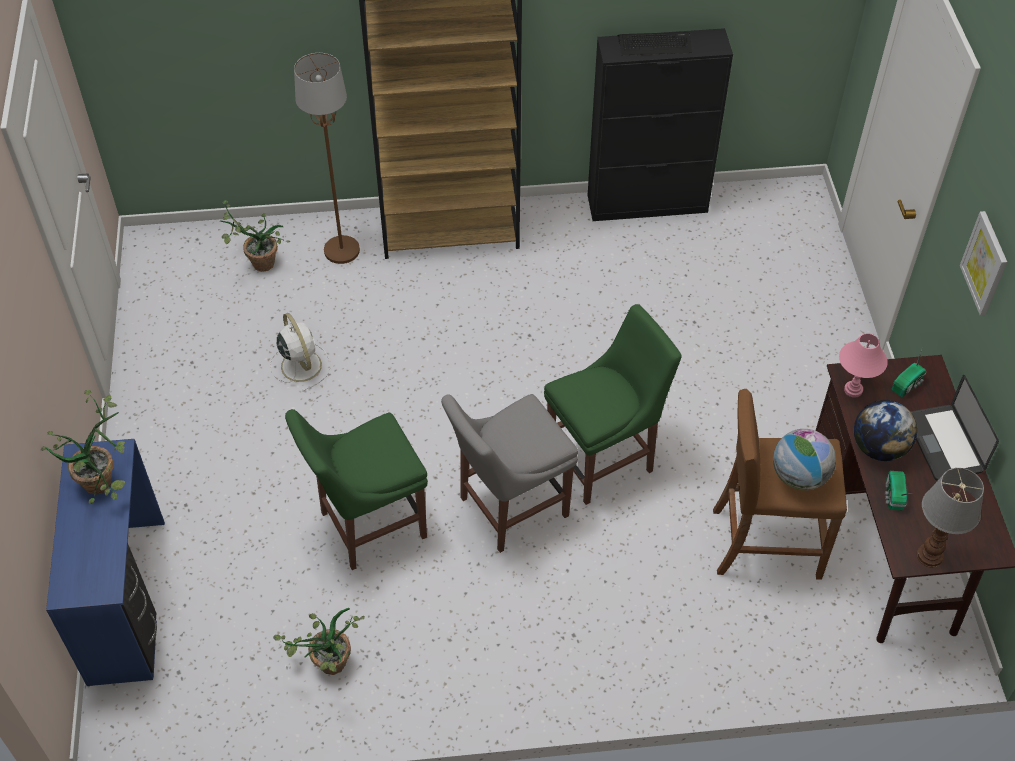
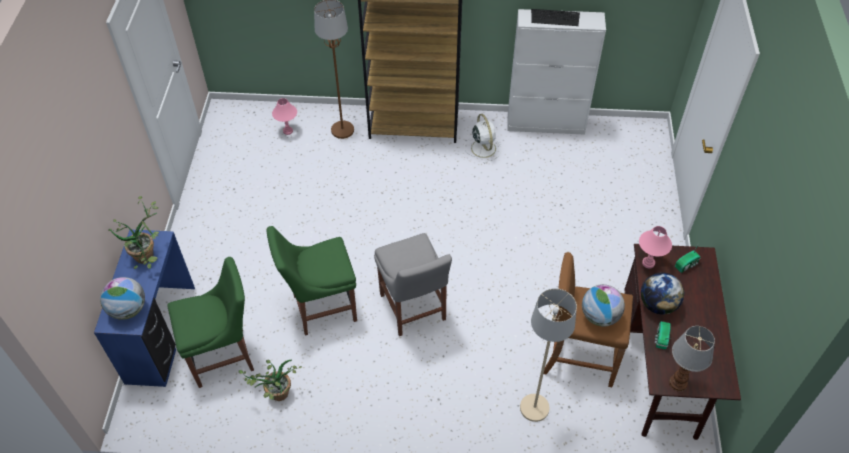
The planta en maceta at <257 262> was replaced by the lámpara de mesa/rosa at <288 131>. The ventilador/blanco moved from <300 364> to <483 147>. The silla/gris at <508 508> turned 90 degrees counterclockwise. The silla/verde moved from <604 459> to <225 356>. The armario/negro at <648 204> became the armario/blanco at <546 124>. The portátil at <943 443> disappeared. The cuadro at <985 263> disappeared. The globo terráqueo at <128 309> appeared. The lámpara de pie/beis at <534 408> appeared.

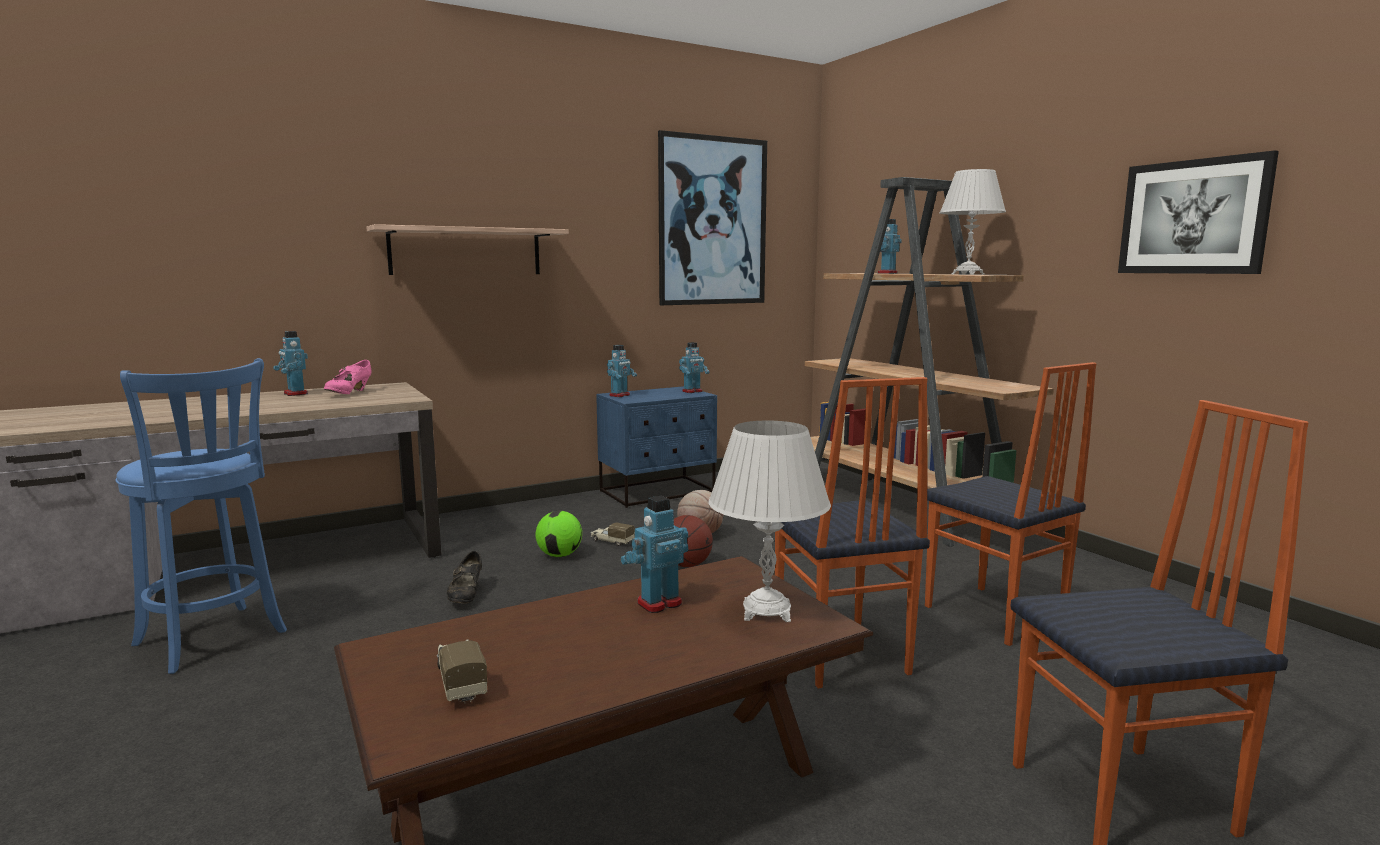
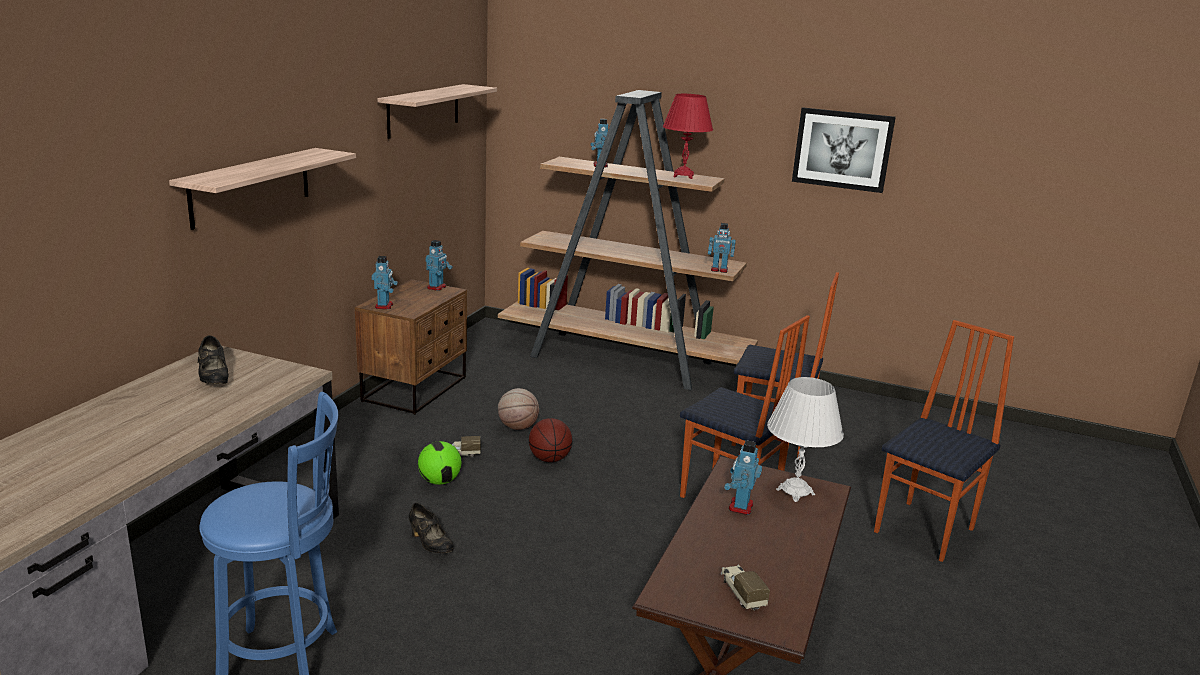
The robot de juguete moved from <295 394> to <719 270>. The zapato/rosa at <349 393> became the zapato/negro at <214 379>. The camión de juguete at <461 681> turned 45 degrees clockwise. The mesita de noche/azul at <658 492> became the mesita de noche/marrón at <416 389>. The cuadro at <712 221> was replaced by the estante at <423 110>. The lámpara de mesa/blanco at <968 274> became the lámpara de mesa/rojo at <683 176>.

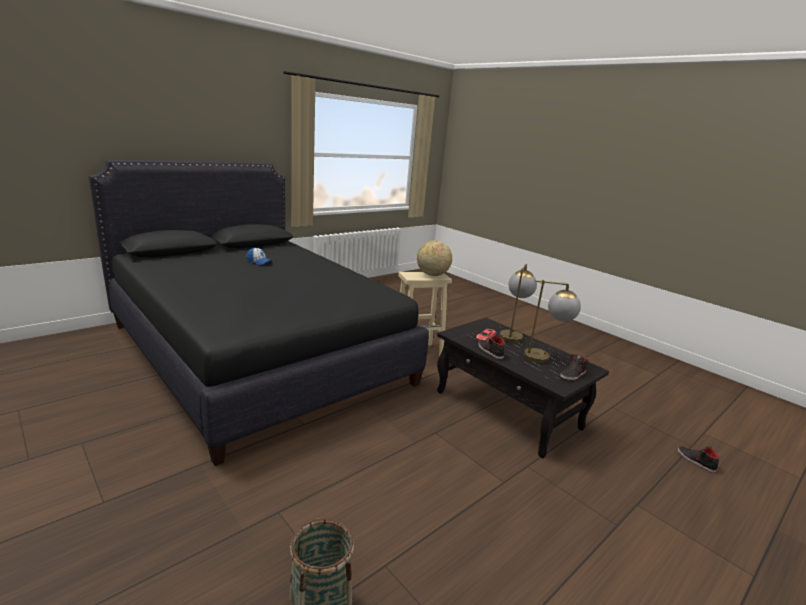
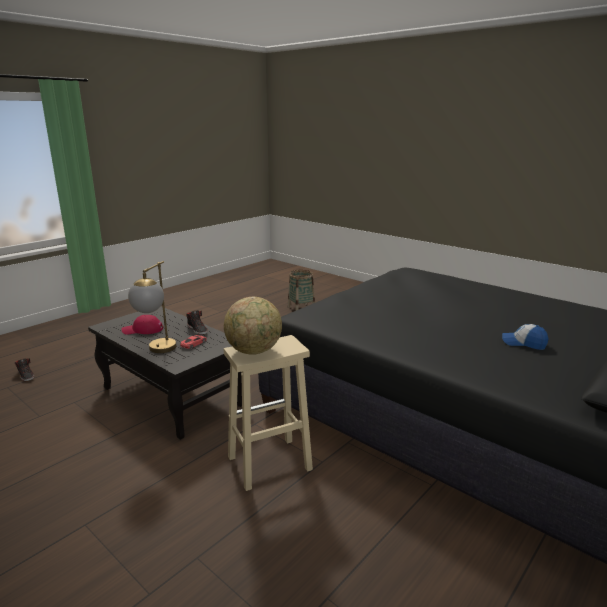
The lámpara de mesa at <545 358> was replaced by the gorra/rojo at <142 330>. The zapato/negro at <573 375> disappeared.

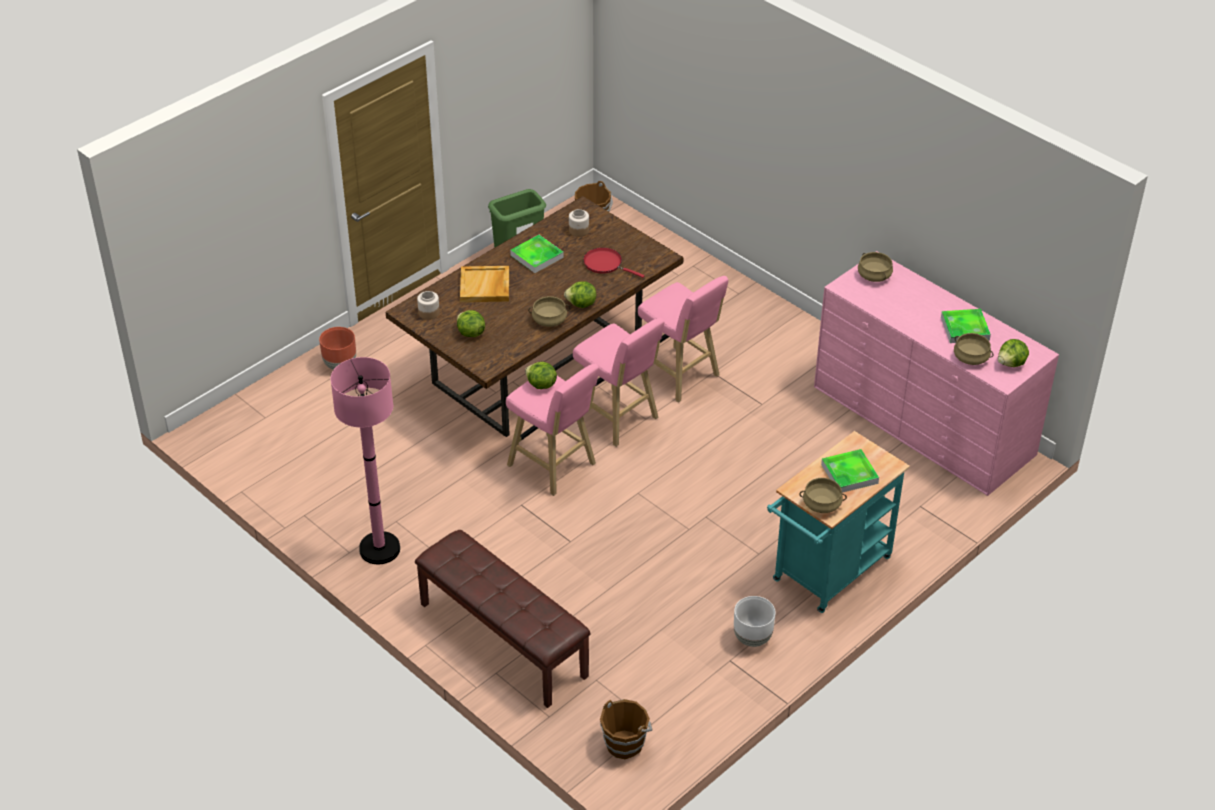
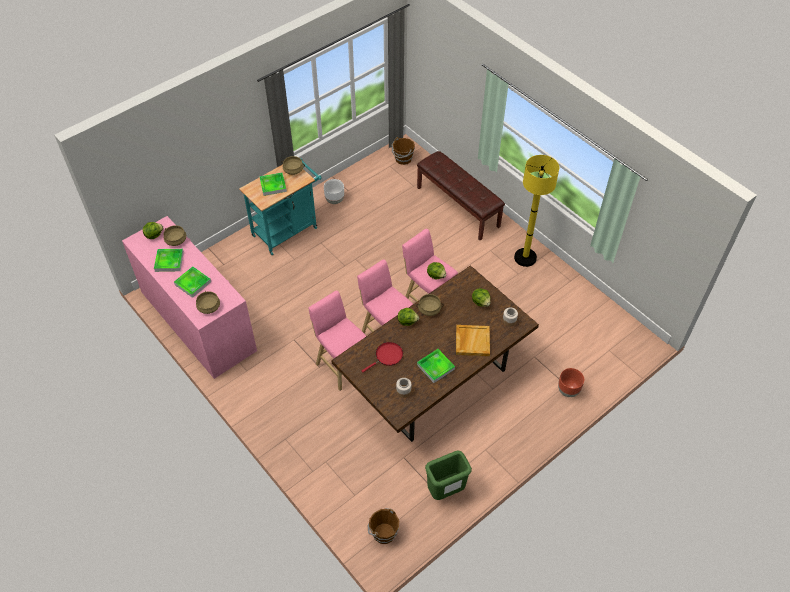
The lámpara de pie/rosa at <379 549> became the lámpara de pie/amarillo at <525 258>. The sartén/rojo at <605 264> turned 75 degrees counterclockwise. The bandeja at <193 283> appeared.

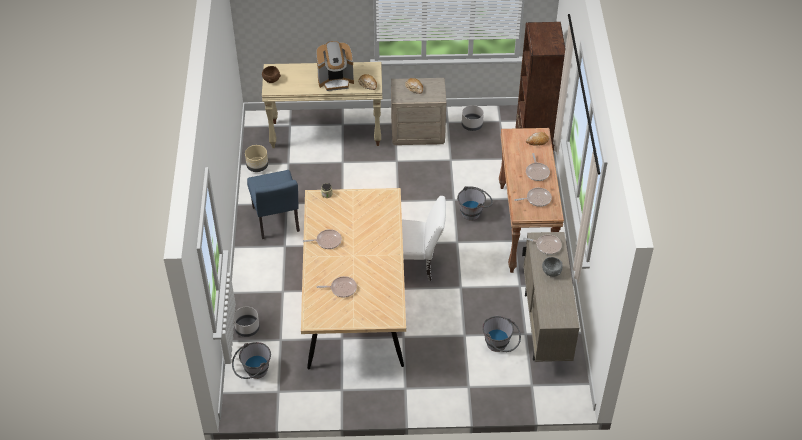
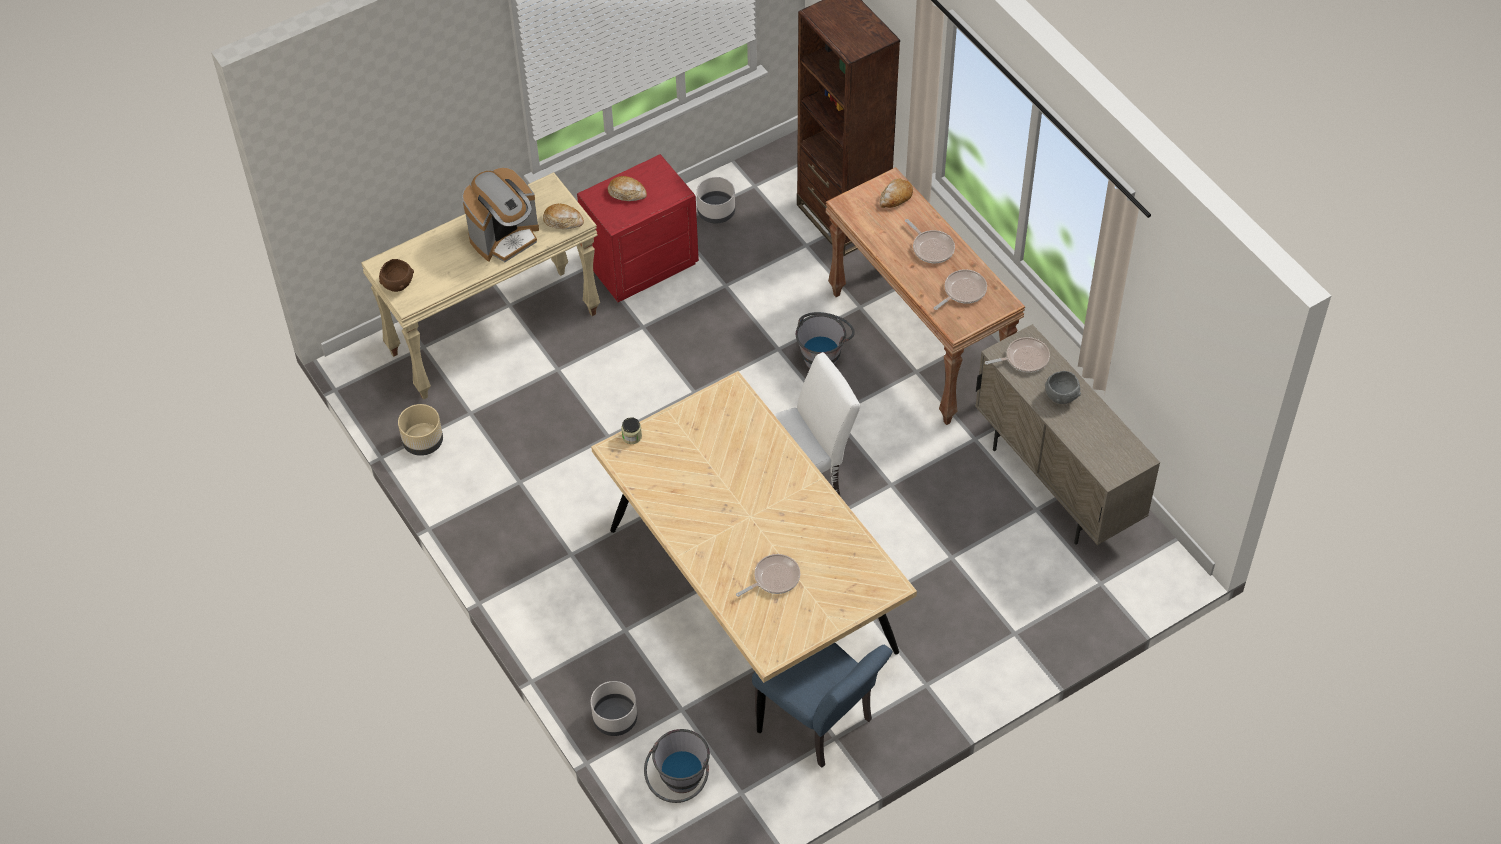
The silla/azul moved from <277 222> to <820 723>. The sartén at <327 241> disappeared. The mesita de noche/beis at <417 132> became the mesita de noche/rojo at <640 263>. The cubo/gris at <500 346> disappeared.

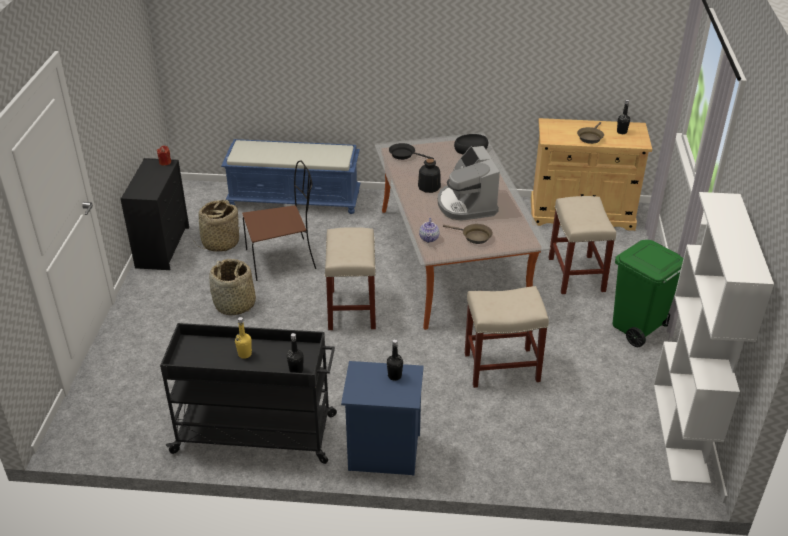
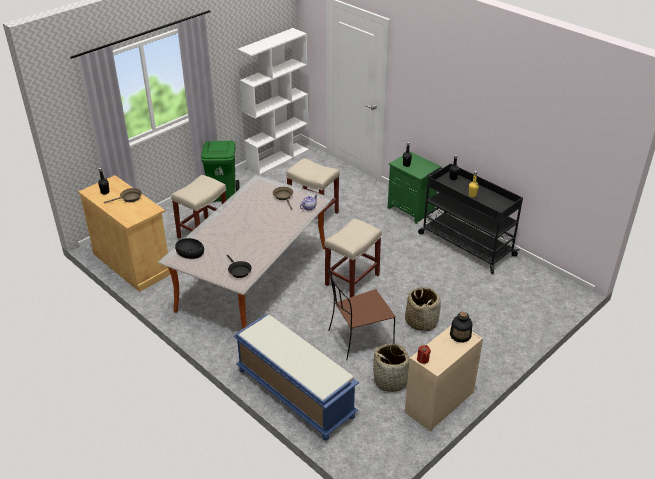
The cómoda/negro at <163 246> became the cómoda/beis at <439 403>. The silla/marrón at <282 259> turned 45 degrees counterclockwise. The mesita de noche/azul at <382 453> became the mesita de noche/verde at <412 209>. The botella moved from <429 187> to <460 335>. The cafetera at <466 204> disappeared.

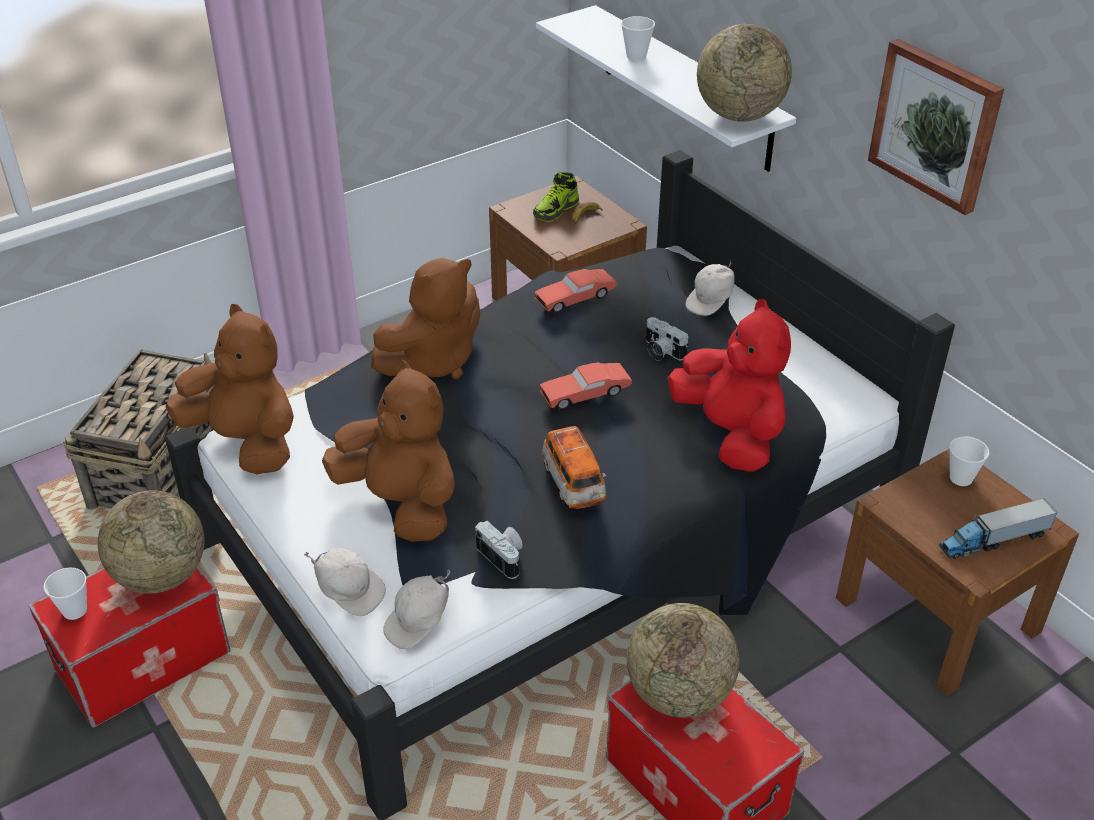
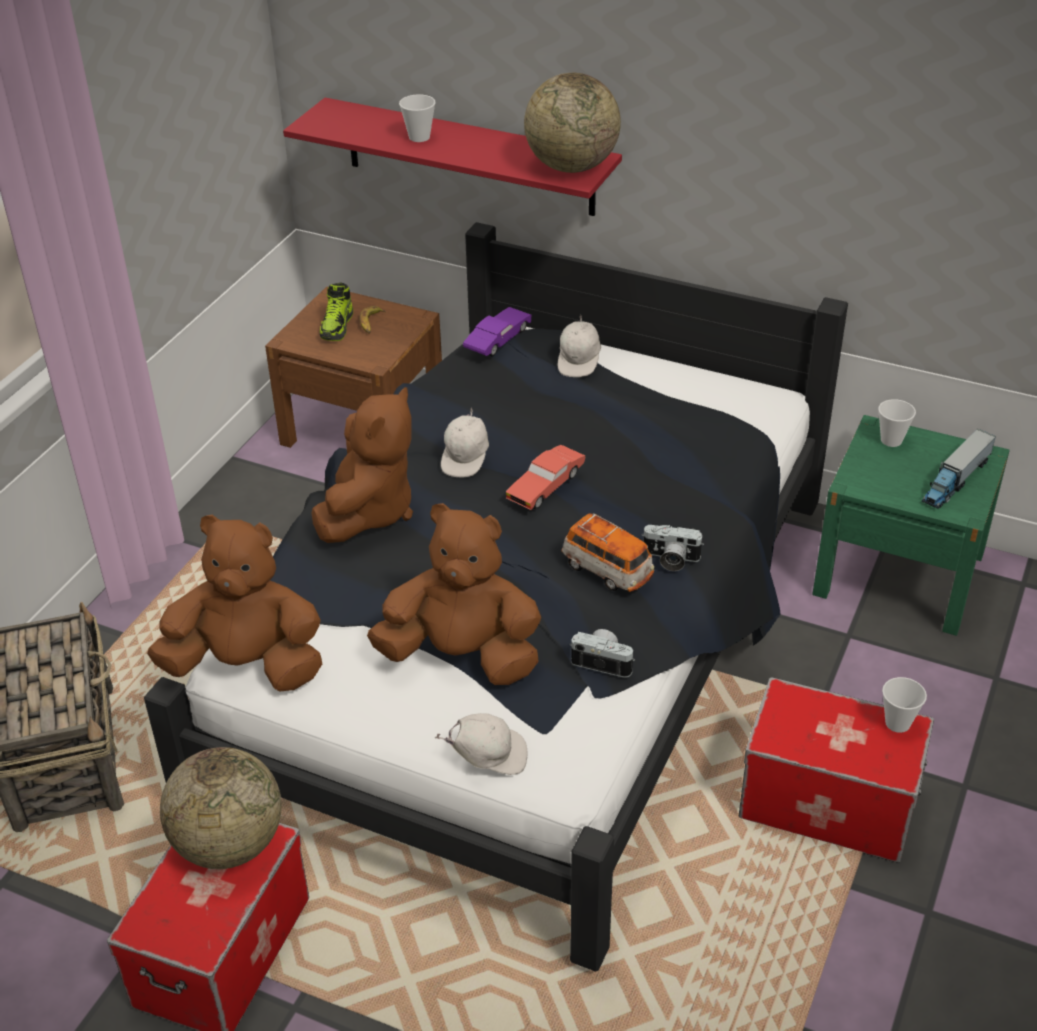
The taza moved from <75 610> to <897 723>. The gorra/blanco moved from <419 623> to <466 458>. The coche de juguete/rojo at <575 298> disappeared. The estante/blanco at <686 88> became the estante/rojo at <469 157>. The globo terráqueo at <679 694> disappeared. The cámara moved from <661 351> to <670 559>. The peluche/rojo at <730 434> disappeared. The mesita de noche/marrón at <937 615> became the mesita de noche/verde at <899 573>. The cuadro at <936 125> disappeared. The coche de juguete/morado at <498 341> appeared.

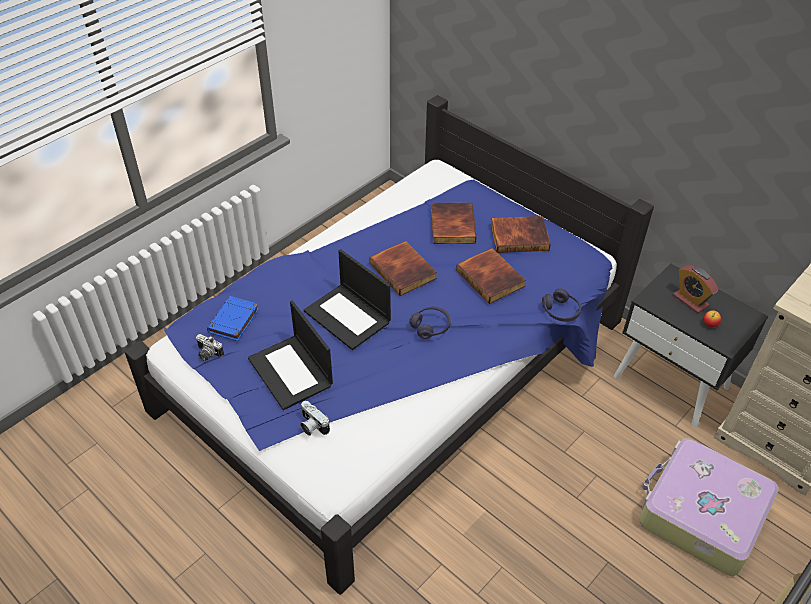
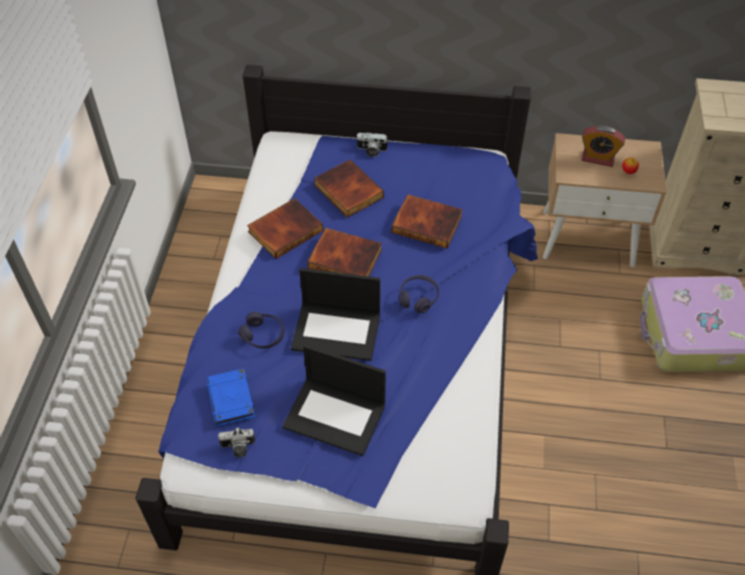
The cámara moved from <312 426> to <371 150>. The libro moved from <519 236> to <285 230>. The auriculares/morado moved from <560 311> to <263 335>. The mesita de noche/negro at <671 382> became the mesita de noche/beis at <588 237>.

